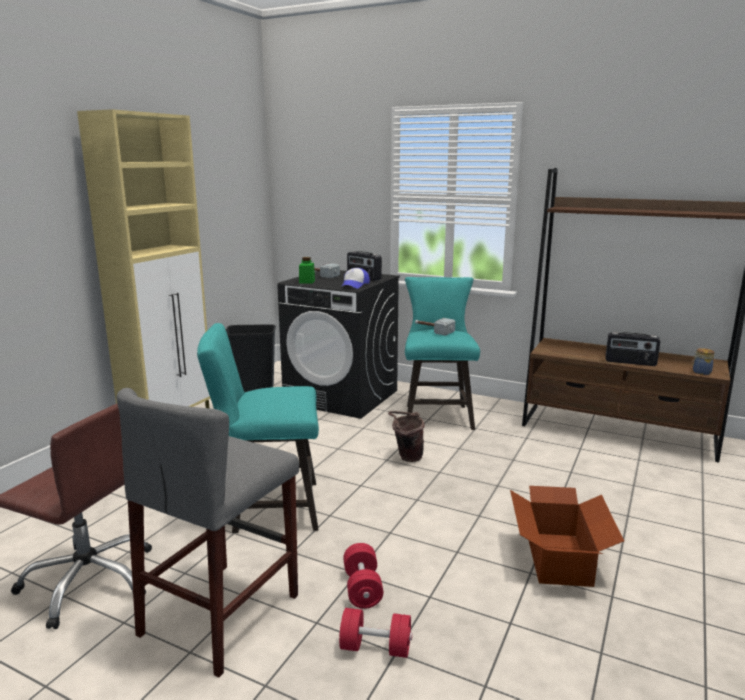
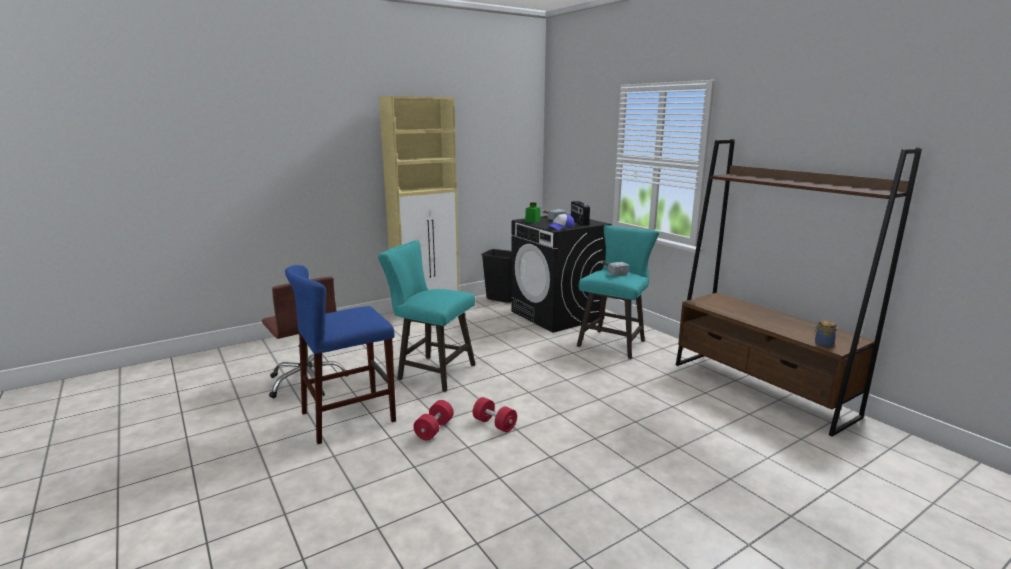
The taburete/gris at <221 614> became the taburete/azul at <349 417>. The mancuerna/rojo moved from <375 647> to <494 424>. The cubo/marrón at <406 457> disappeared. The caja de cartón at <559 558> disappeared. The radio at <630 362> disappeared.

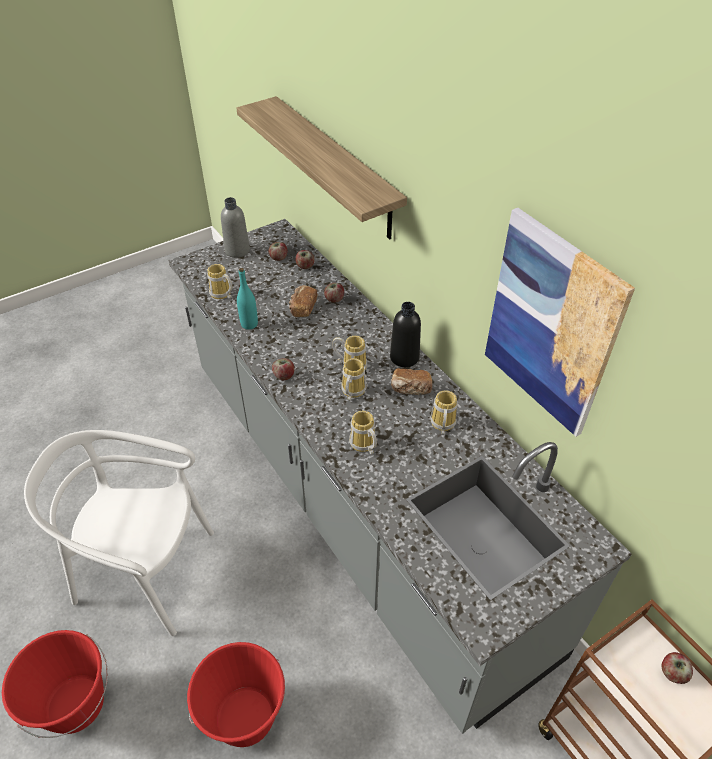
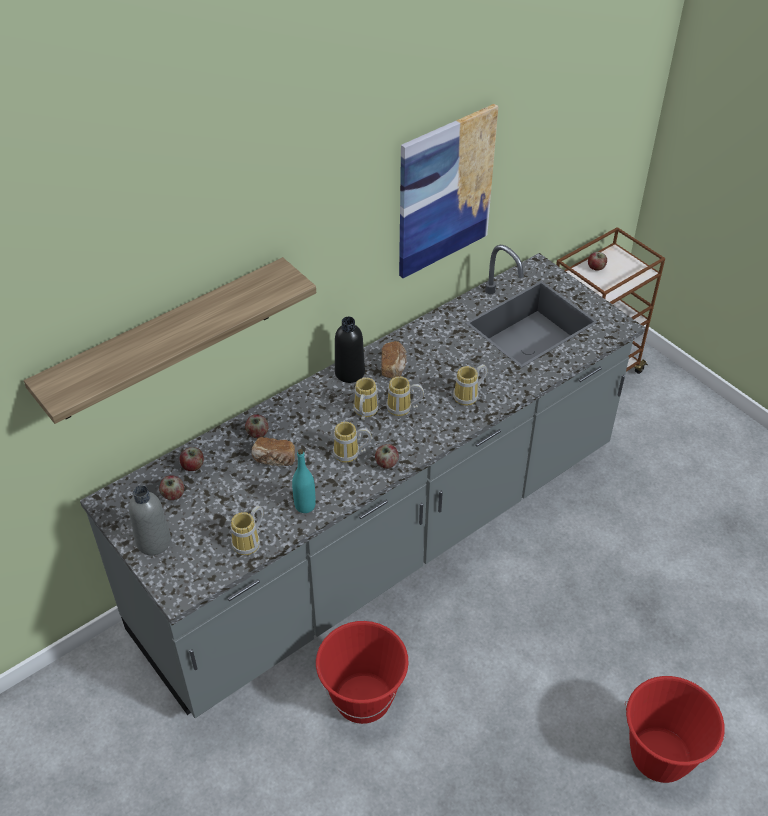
The silla/blanco at <146 572> disappeared. The cubo/rojo moved from <245 717> to <363 698>. The taza grande moved from <441 425> to <350 454>.

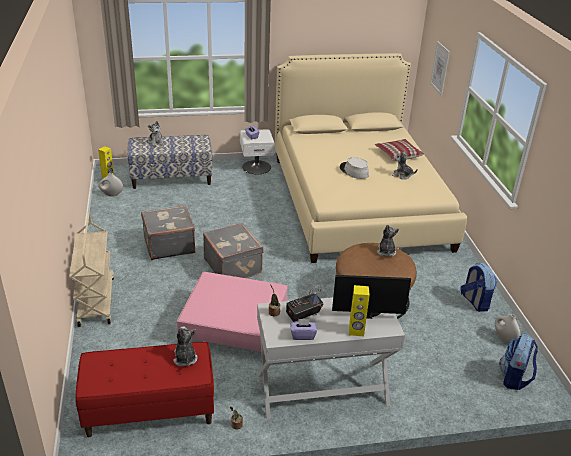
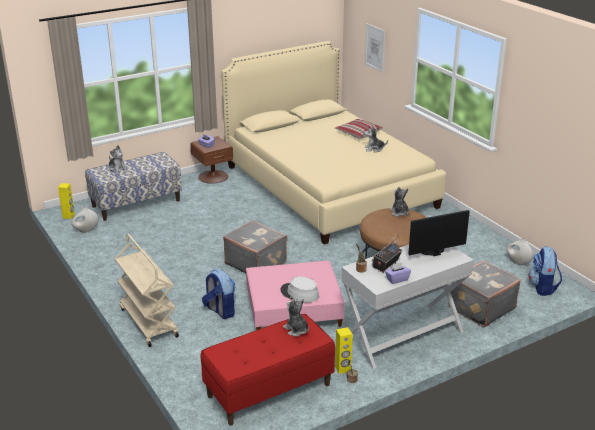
The maleta/gris moved from <168 245> to <480 308>. The mesita de noche/blanco at <256 167> became the mesita de noche/marrón at <213 176>. The sombrero/gris moved from <354 171> to <299 293>. The altavoz/amarillo moved from <356 331> to <343 369>. The mochila moved from <474 302> to <220 311>.

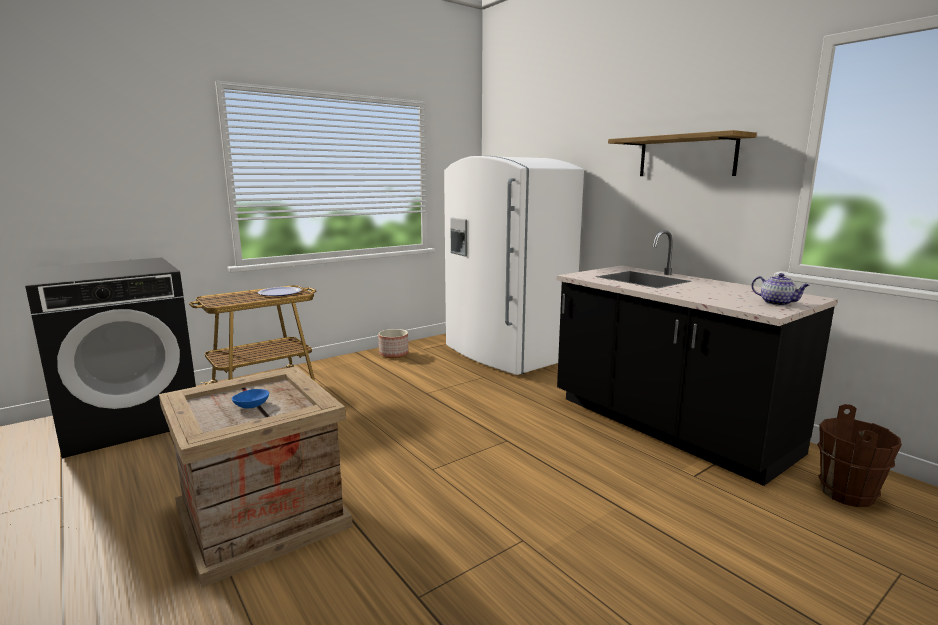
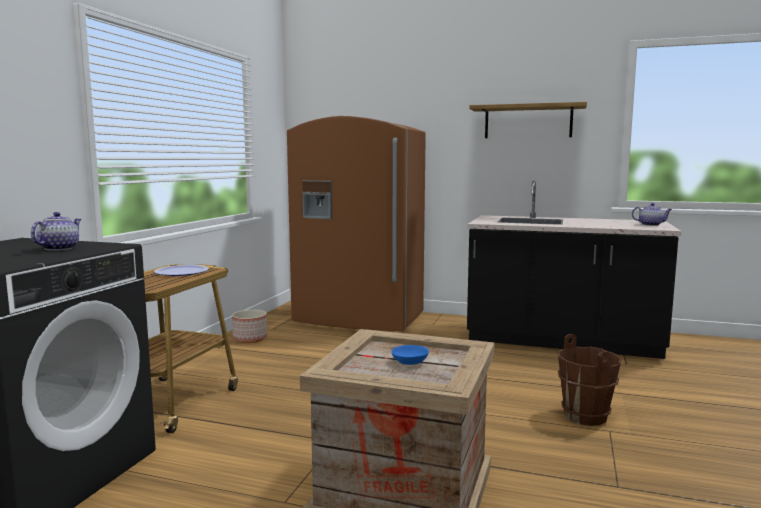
The nevera/blanco at <505 354> became the nevera/marrón at <358 318>. The cubo/marrón moved from <847 494> to <585 416>. The tetera at <59 248> appeared.

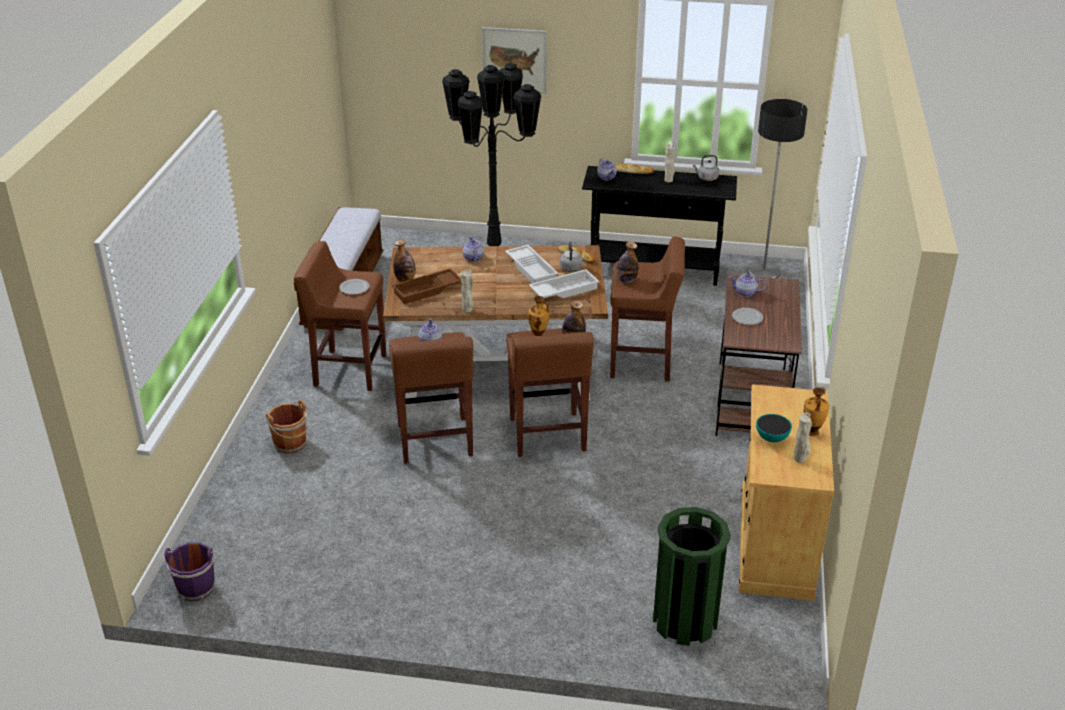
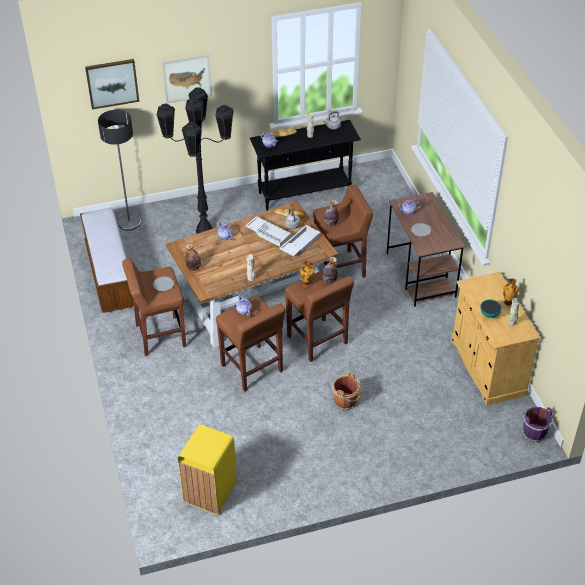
The cubo/morado moved from <196 586> to <533 432>. The cubo/marrón moved from <291 444> to <346 402>. The bandeja/marrón at <427 290> disappeared. The papelera/verde at <685 621> disappeared. The lámpara de pie moved from <764 272> to <129 222>. The cuadro at <112 83> appeared. The papelera/amarillo at <209 493> appeared.

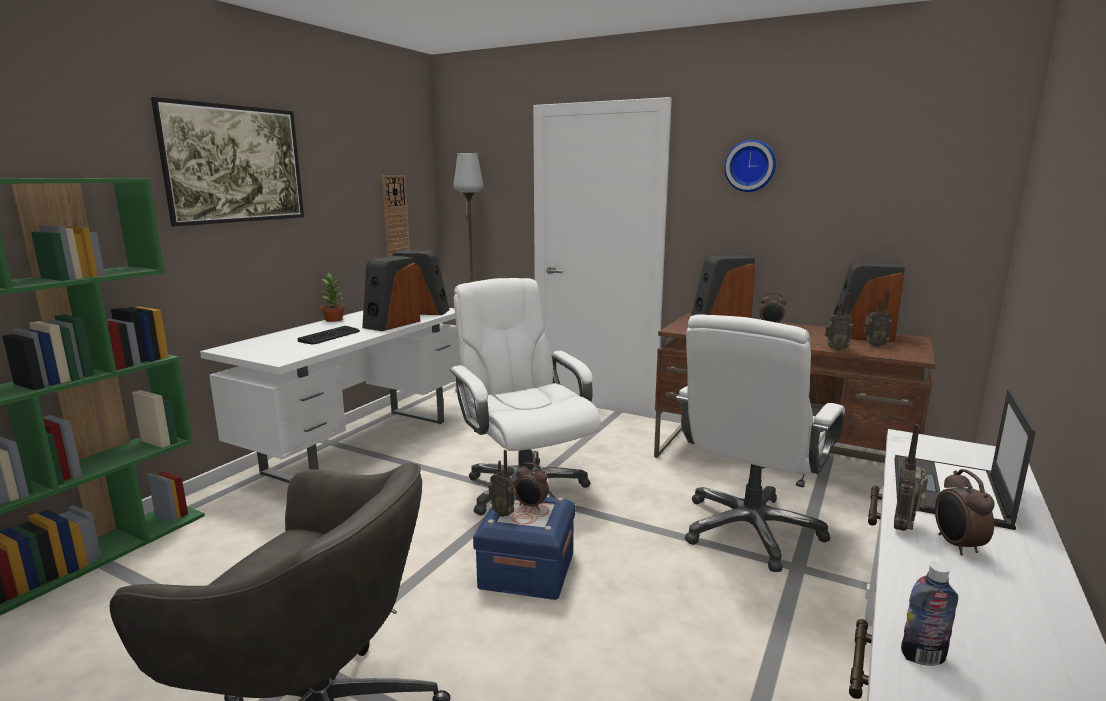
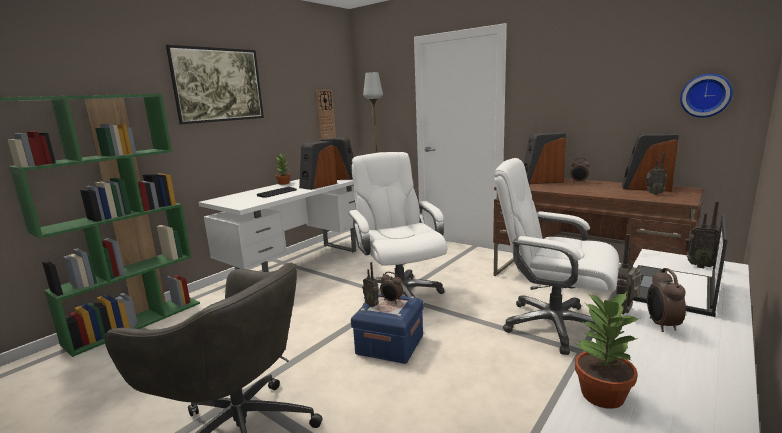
The silla de oficina/blanco at <750 530> turned 75 degrees clockwise. The reloj de pared moved from <750 166> to <705 95>. The radio moved from <836 349> to <698 265>. The botella at <923 657> was replaced by the planta en maceta at <601 395>.

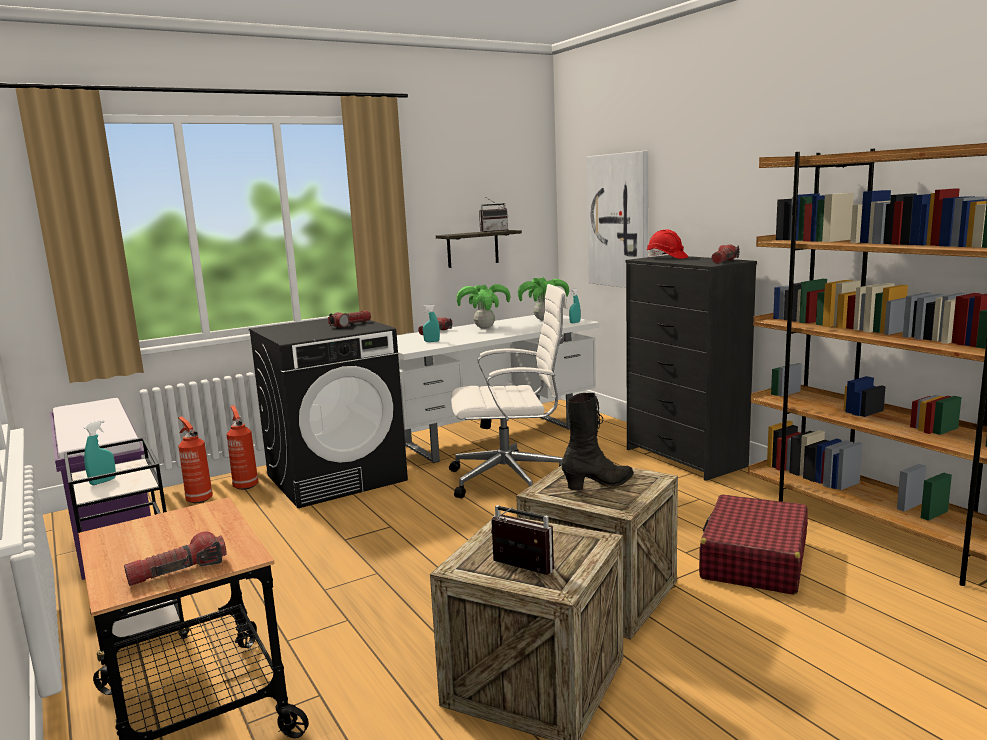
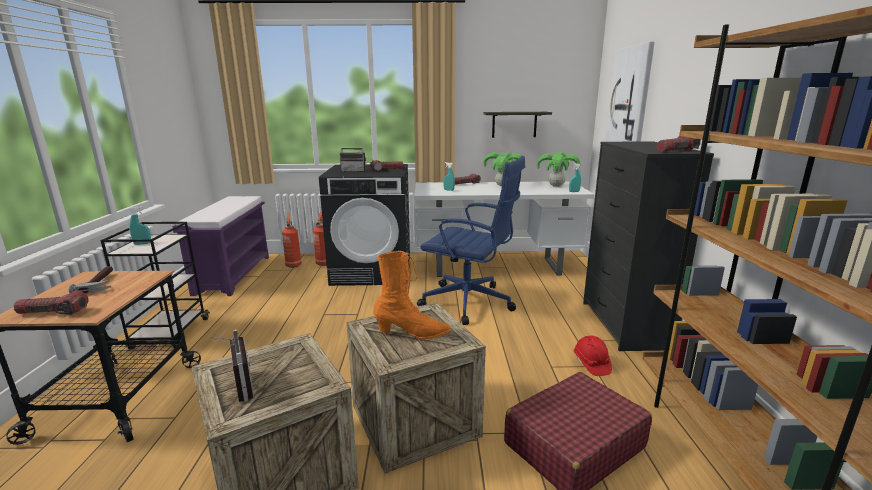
The silla de oficina/blanco at <511 479> became the silla de oficina/azul at <470 303>. The radio moved from <493 231> to <354 171>. The bota/negro at <599 485> became the bota/naranja at <412 333>. The casco/rojo moved from <666 258> to <591 364>. The martillo at <101 283> appeared.

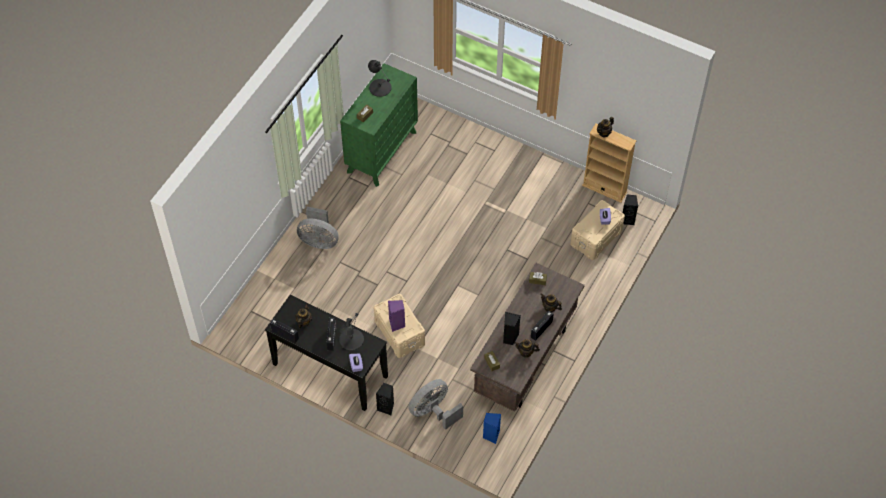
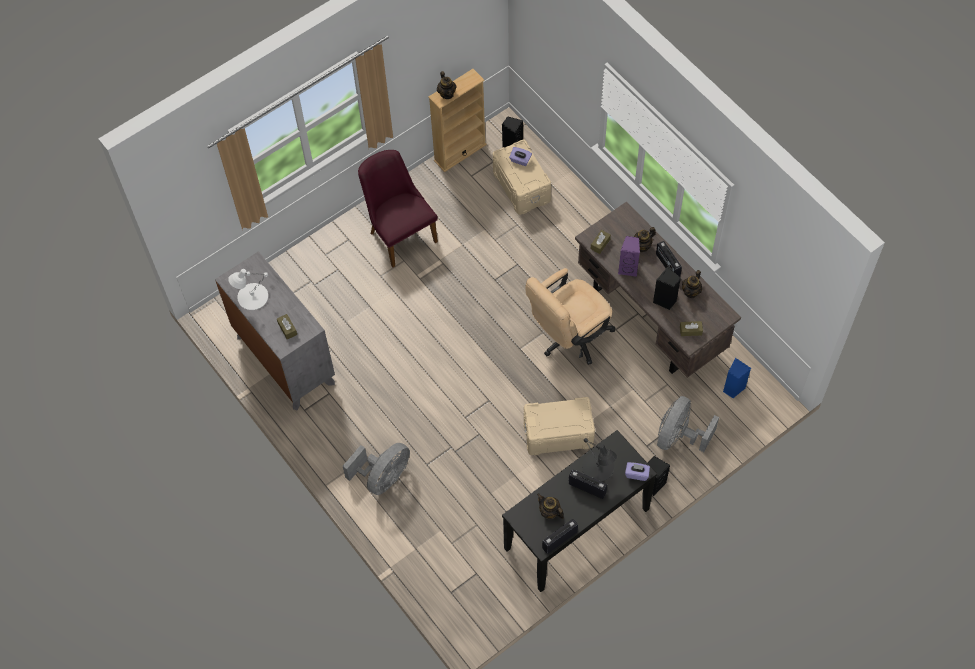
The cómoda/verde at <381 151> became the cómoda/gris at <285 360>. The lámpara de mesa/negro at <380 87> became the lámpara de mesa/blanco at <252 296>. The altavoz/morado moved from <397 324> to <628 268>. The ventilador/gris at <433 411> turned 45 degrees clockwise. The silla/morado at <399 233> appeared. The silla de oficina/beis at <569 338> appeared.

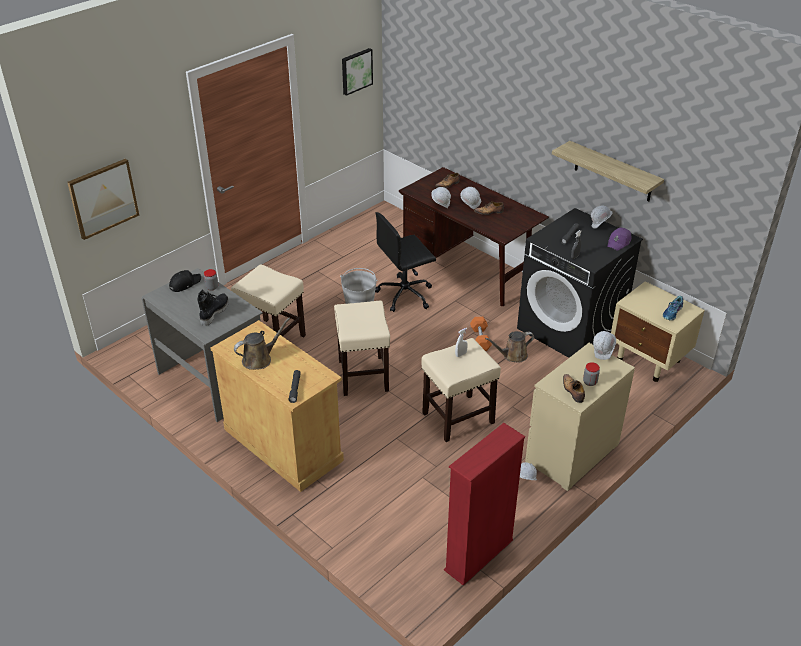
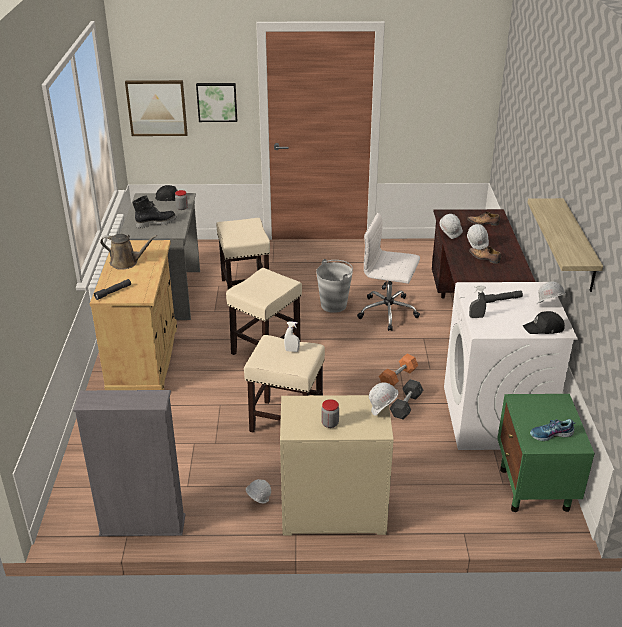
The cuadro moved from <356 71> to <217 101>. The silla de oficina/negro at <405 294> became the silla de oficina/blanco at <389 312>. The estantería/rojo at <479 555> became the estantería/gris at <142 525>. The regadera/marrón at <512 355> was replaced by the mancuerna/gris at <406 405>. The lavadora/negro at <571 329> became the lavadora/blanco at <495 418>. The zapato at <572 391> disappeared. The gorra/morado at <619 242> became the gorra/negro at <544 328>. The mesita de noche/beis at <649 361> became the mesita de noche/verde at <534 490>.

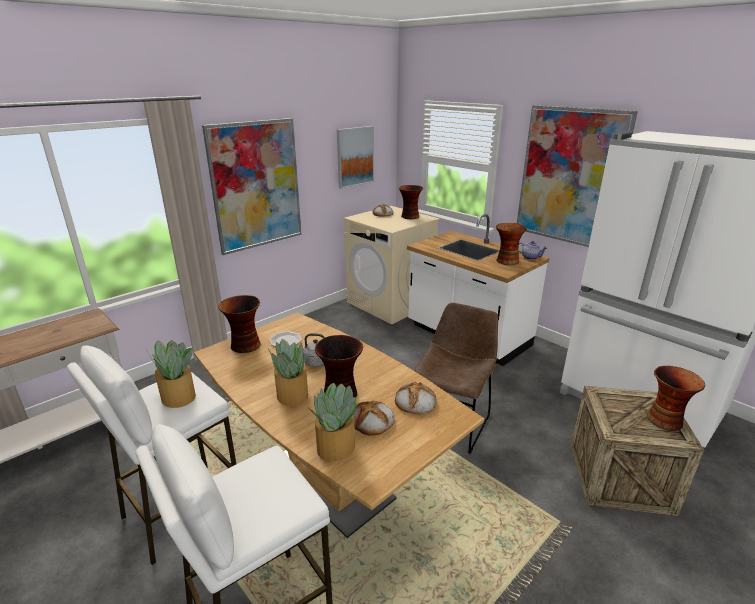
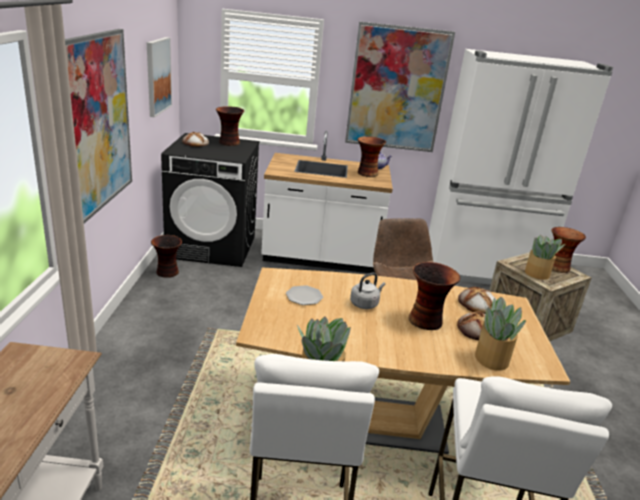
The florero moved from <245 346> to <167 273>. The planta en maceta moved from <292 396> to <537 274>. The lavadora/beis at <390 303> became the lavadora/negro at <212 247>.

